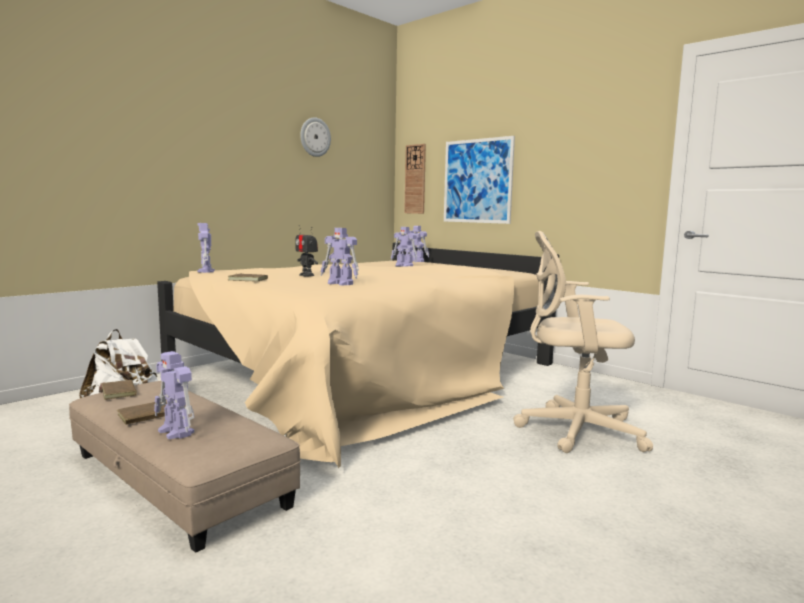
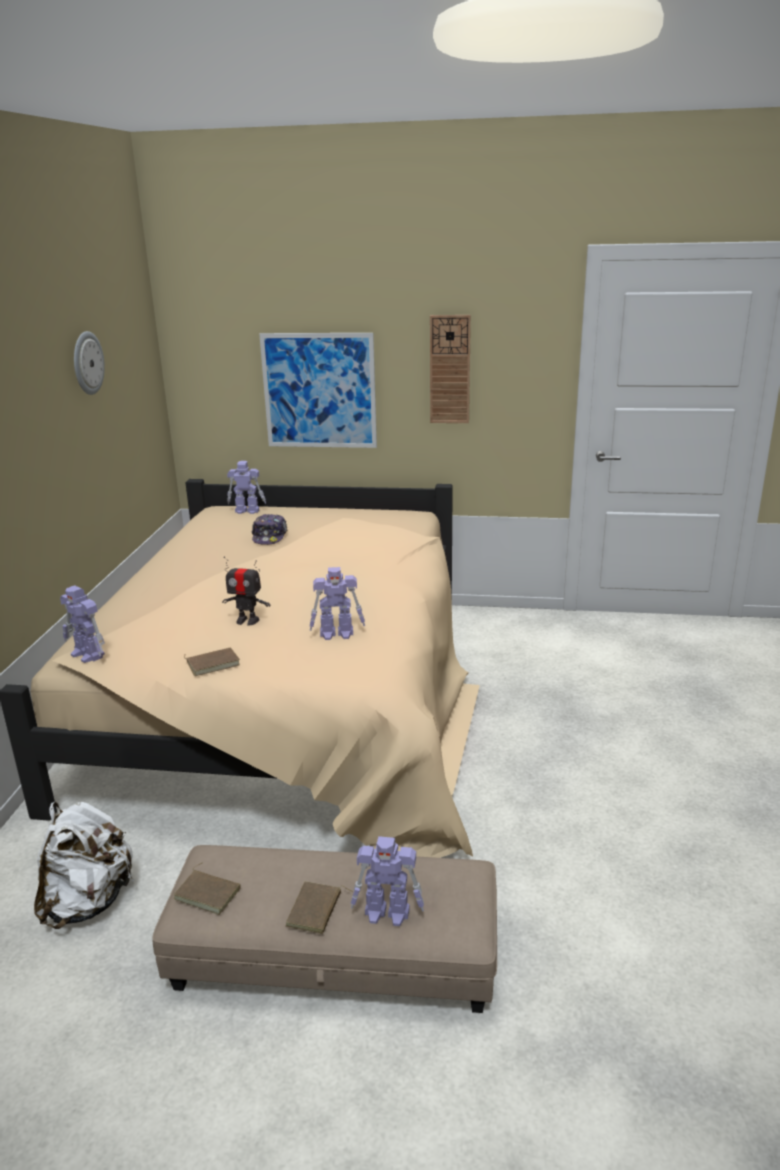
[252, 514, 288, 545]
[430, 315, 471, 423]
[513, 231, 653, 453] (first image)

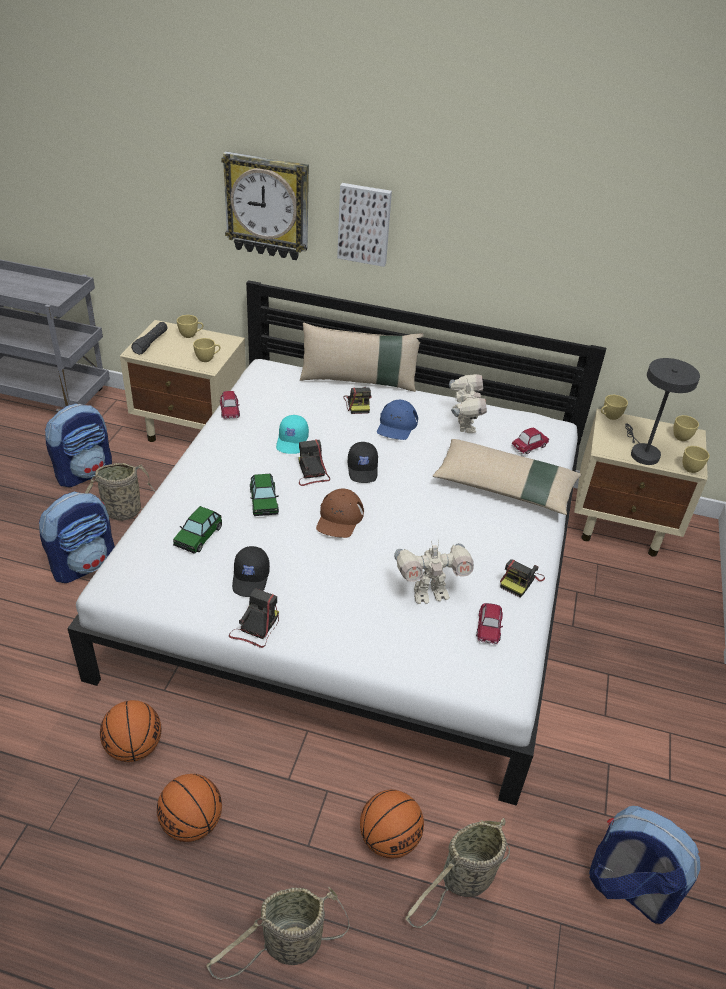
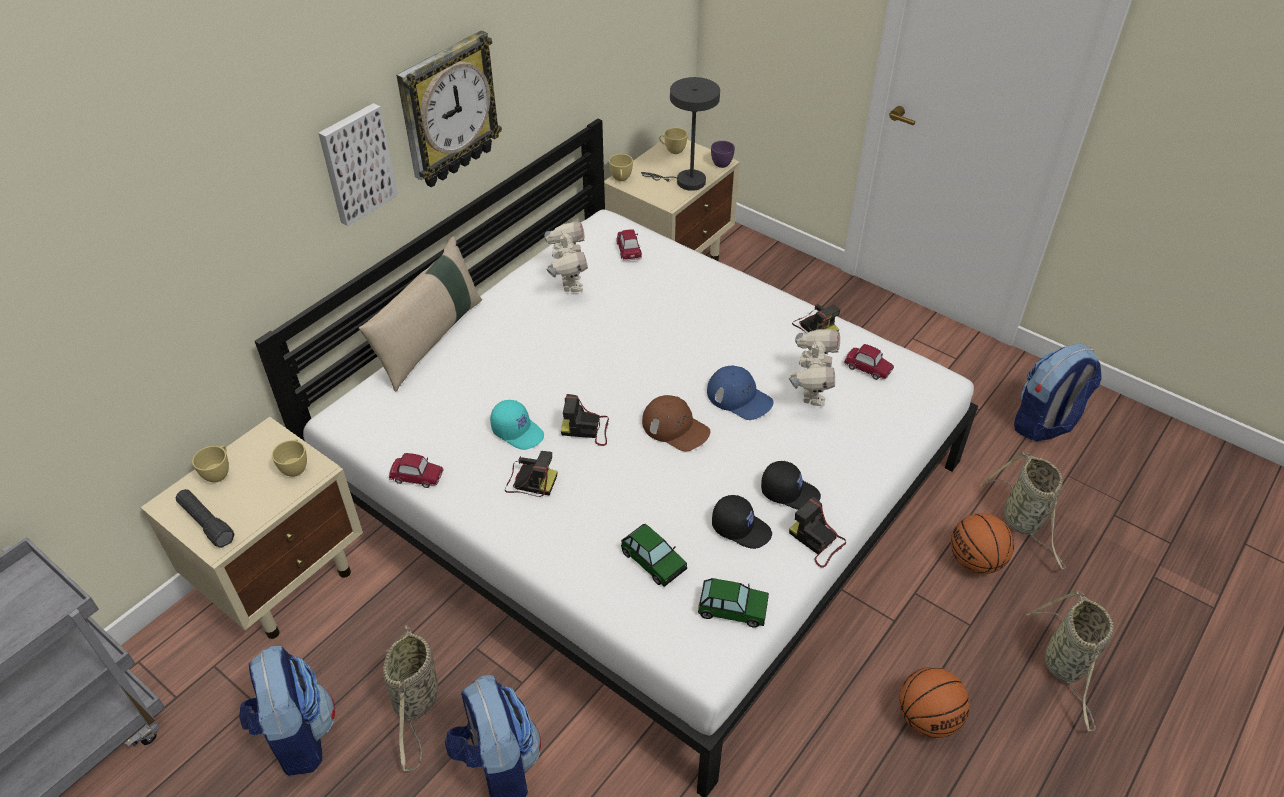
[100, 700, 161, 762] (first image)
[396, 30, 502, 187]
[698, 578, 769, 628]
[505, 451, 557, 497]
[761, 461, 821, 510]
[707, 365, 774, 420]
[433, 439, 581, 515] (first image)
[544, 222, 588, 292]
[711, 141, 735, 168]

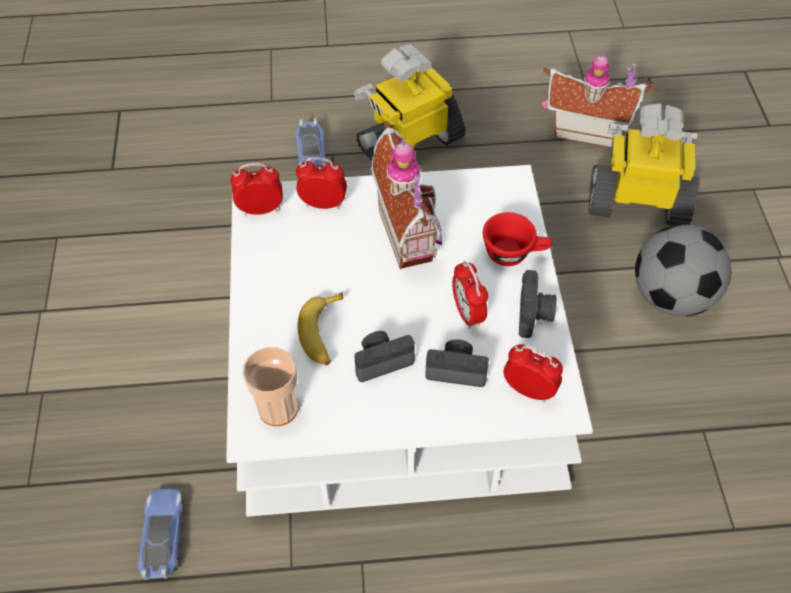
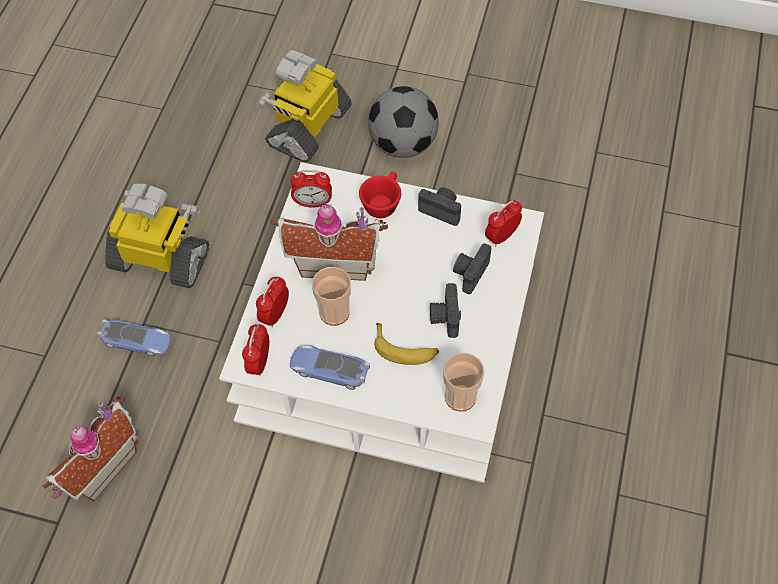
[290, 345, 370, 390]
[105, 184, 209, 288]
[290, 170, 332, 208]
[42, 395, 138, 502]
[312, 267, 351, 326]

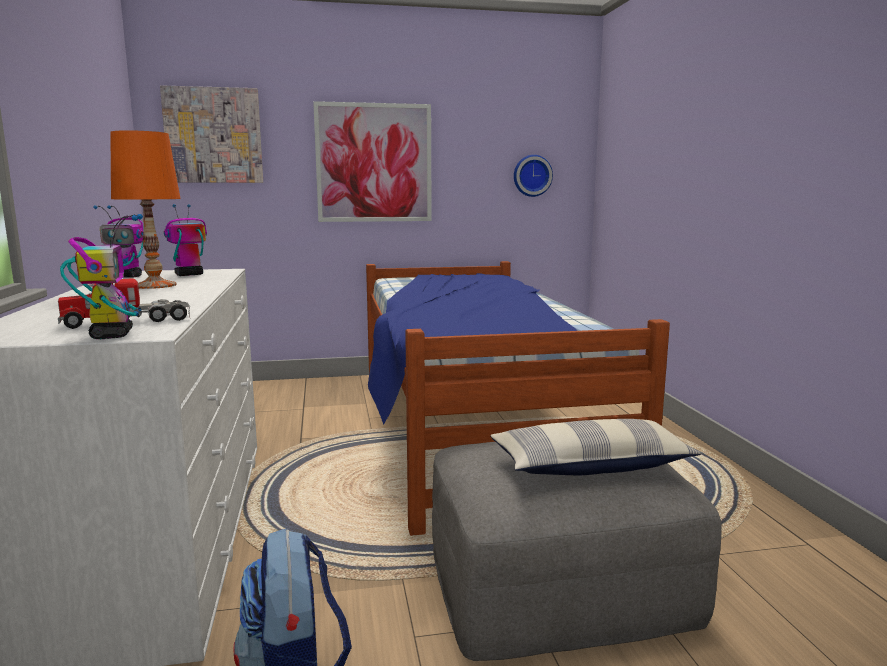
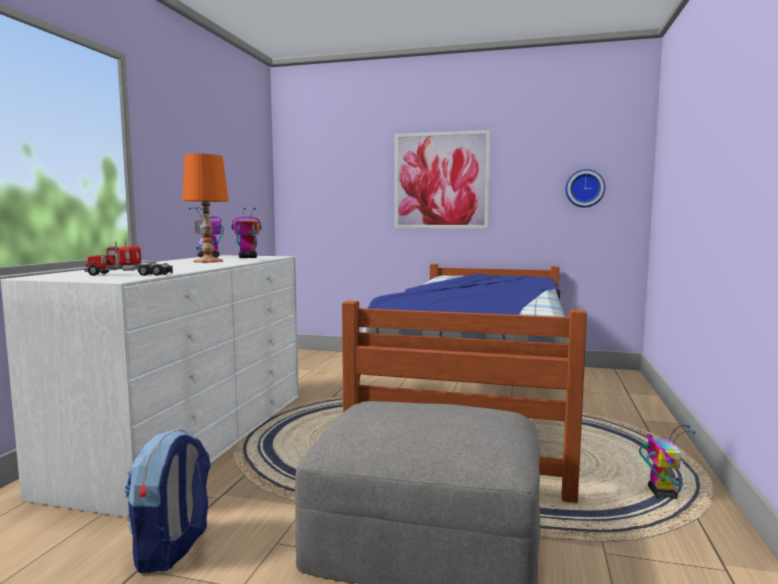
[639, 425, 695, 499]
[160, 85, 263, 183] (first image)
[490, 419, 701, 475] (first image)

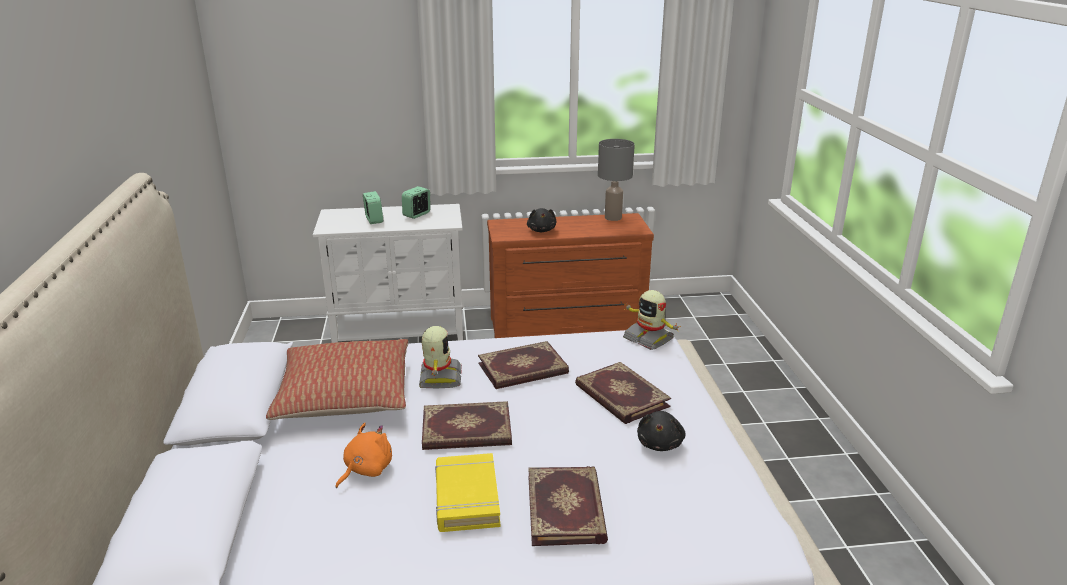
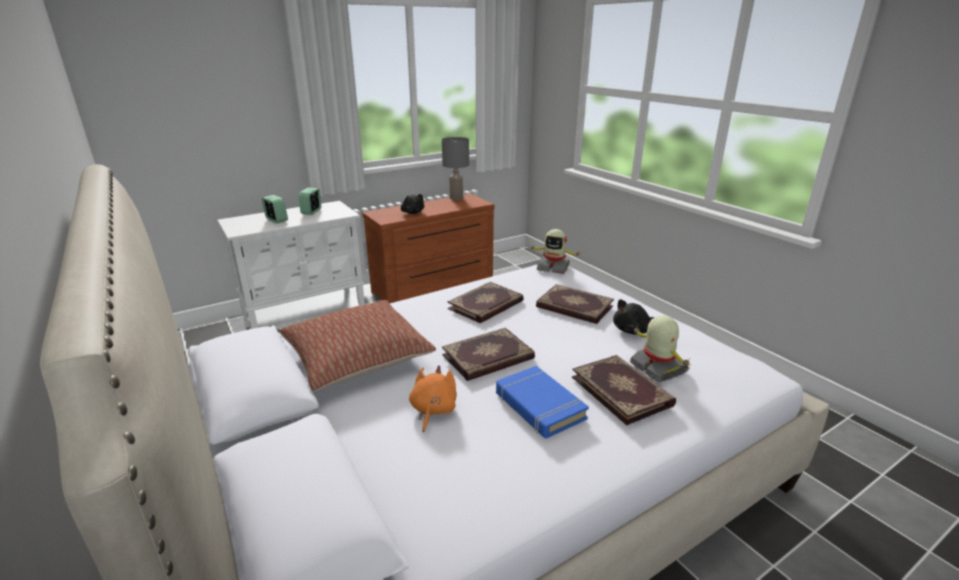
[630, 316, 690, 382]
[496, 366, 589, 439]
[613, 299, 654, 335]

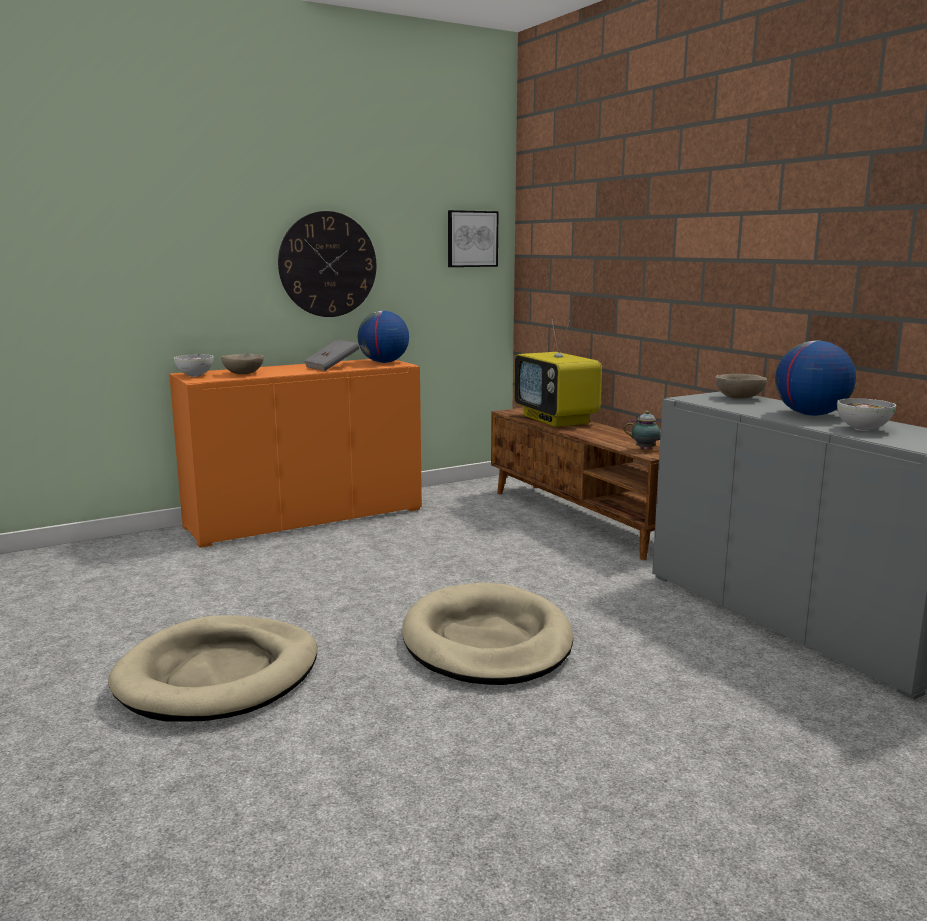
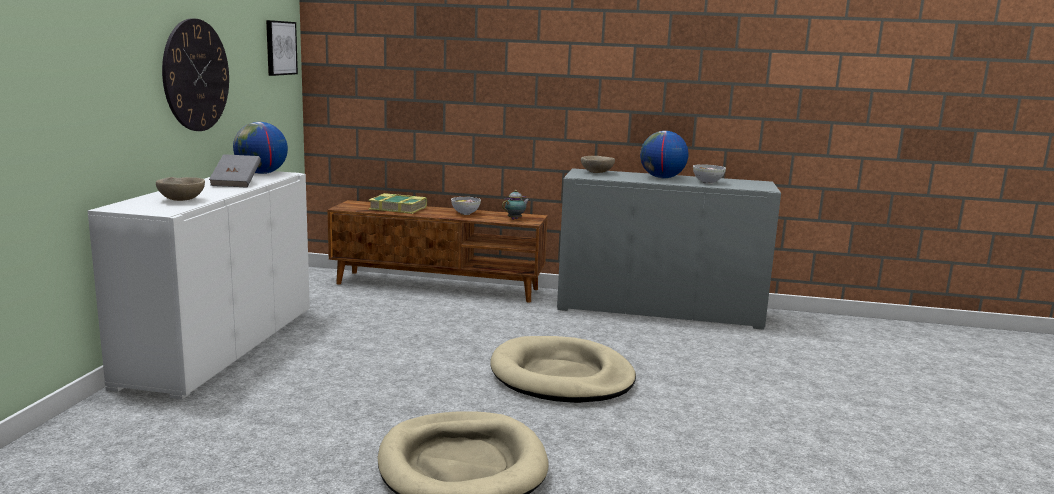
[88, 171, 310, 400]
[451, 197, 481, 215]
[369, 193, 427, 214]

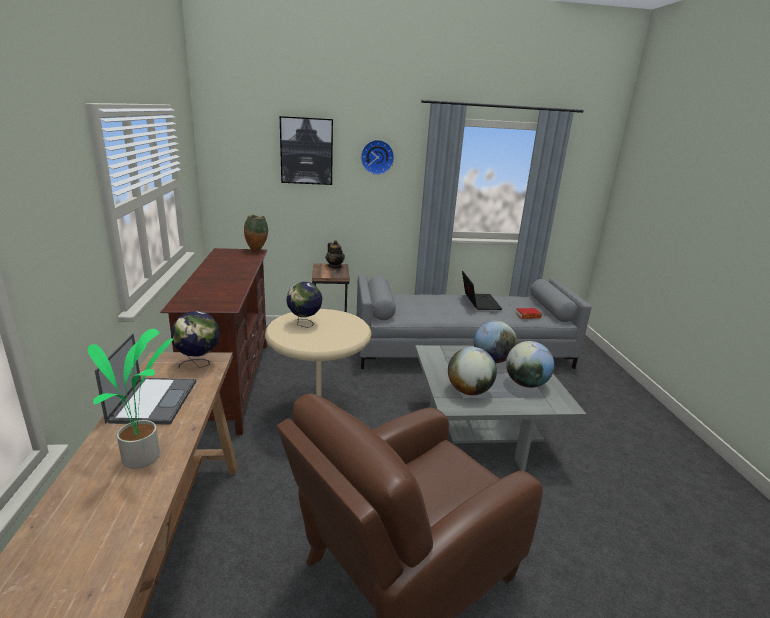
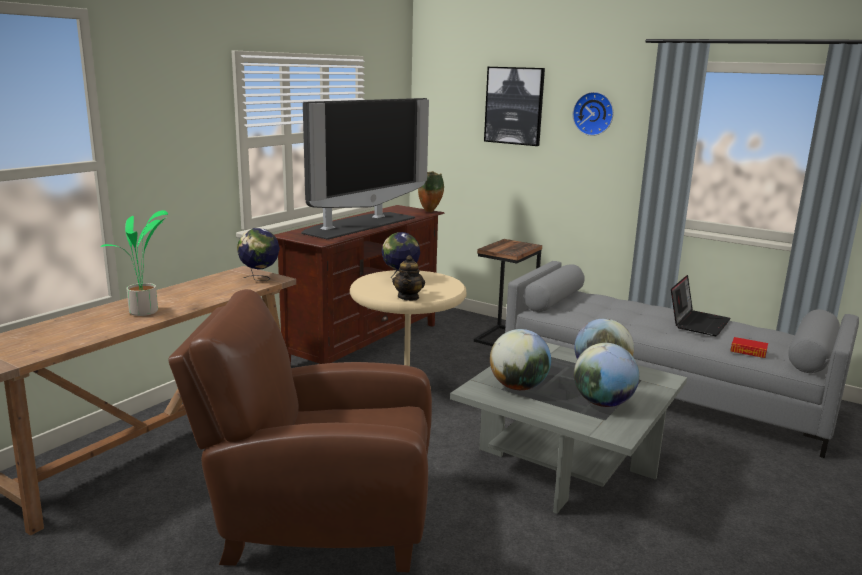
[95, 333, 196, 425] (first image)
[392, 255, 425, 301]
[301, 98, 429, 240]

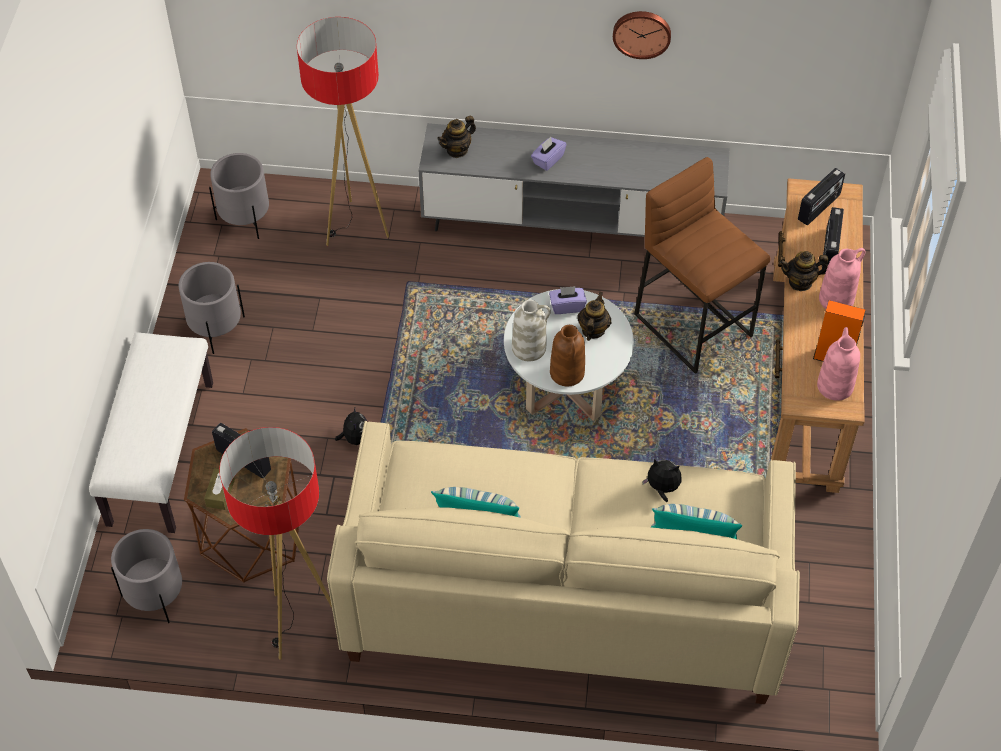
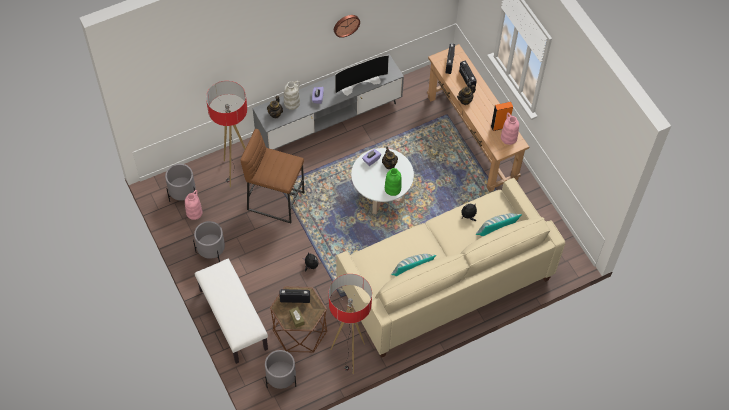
[284, 81, 300, 110]
[385, 168, 402, 196]
[241, 129, 304, 223]
[185, 190, 203, 220]
[335, 55, 389, 96]

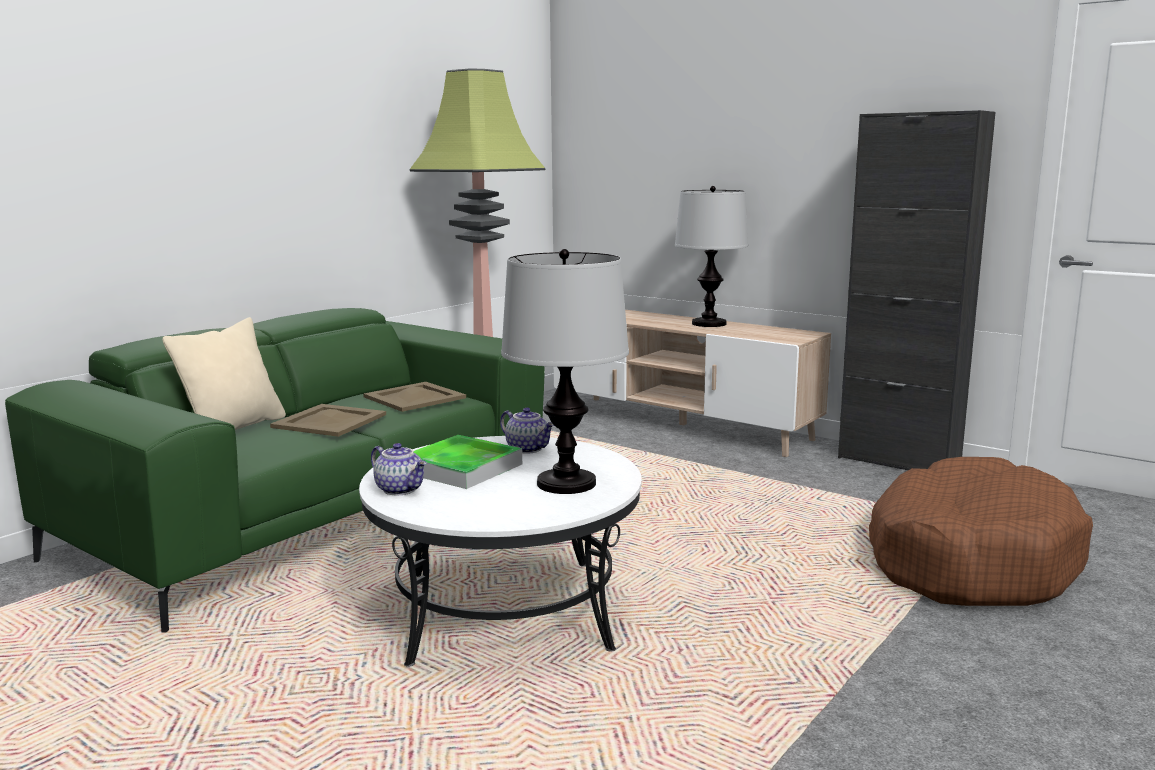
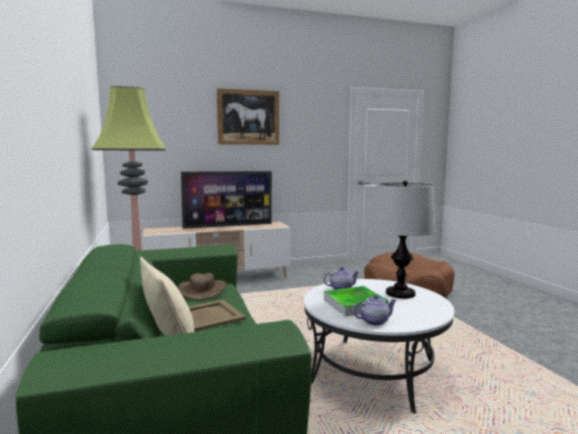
[178, 273, 227, 300]
[181, 171, 272, 229]
[838, 110, 996, 470] (first image)
[217, 88, 279, 145]

